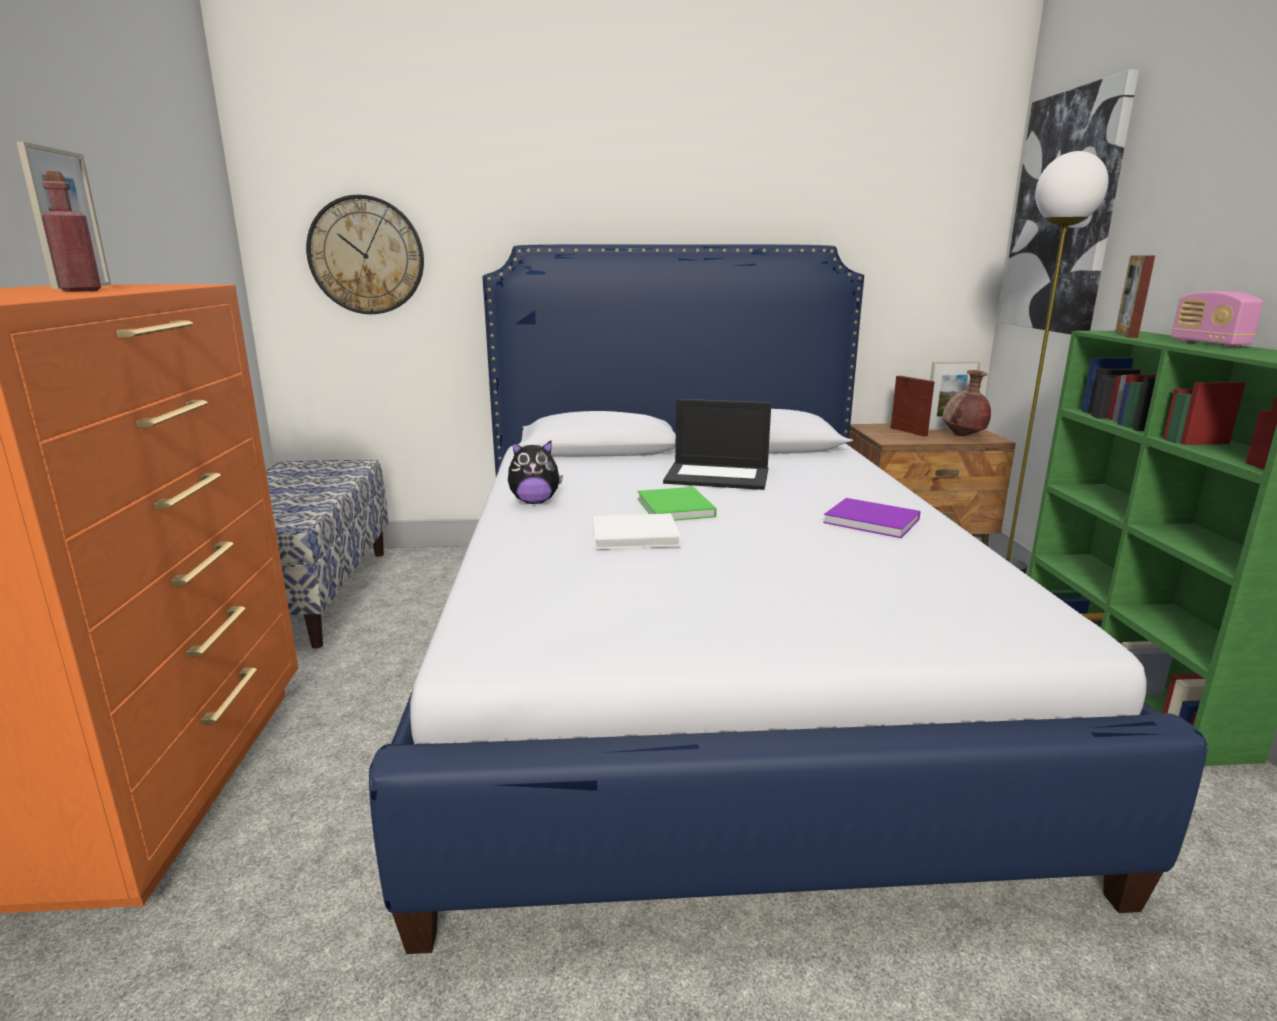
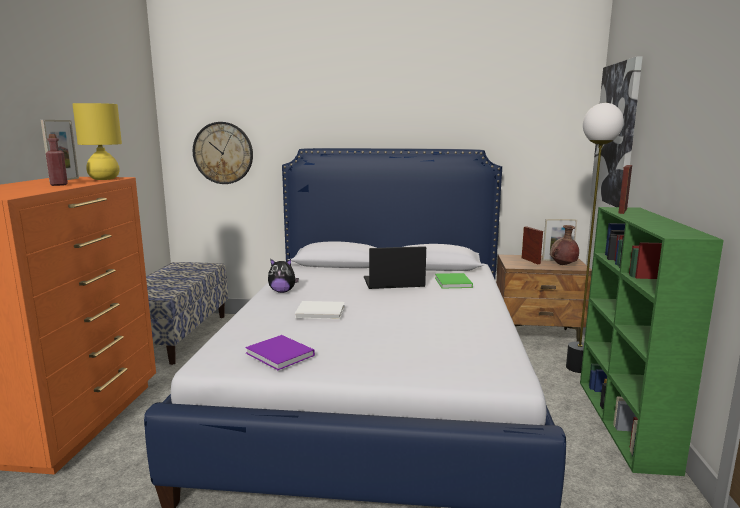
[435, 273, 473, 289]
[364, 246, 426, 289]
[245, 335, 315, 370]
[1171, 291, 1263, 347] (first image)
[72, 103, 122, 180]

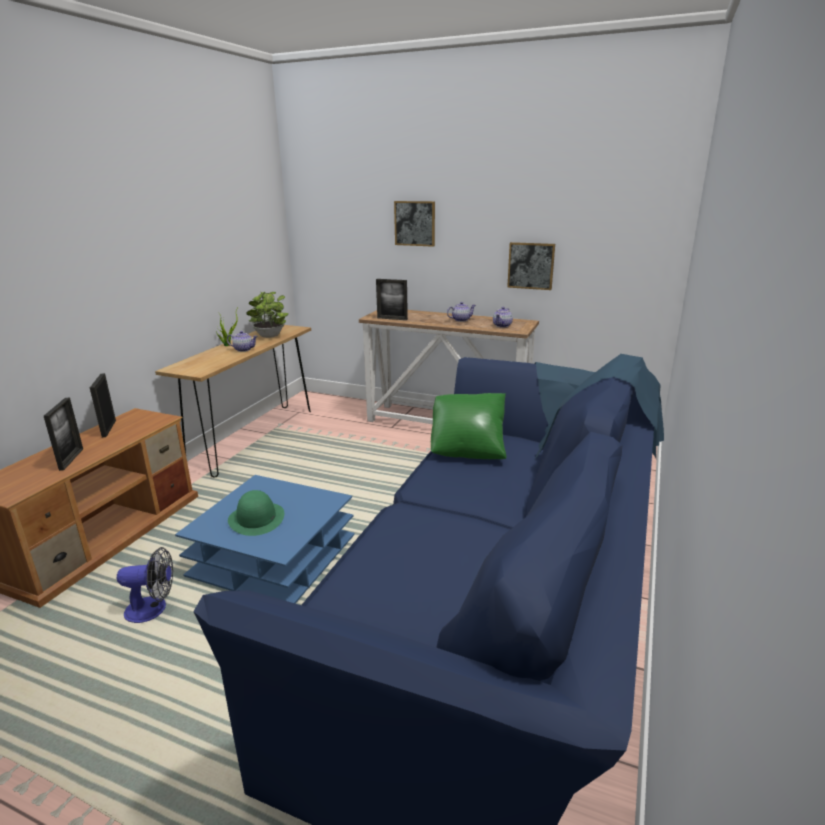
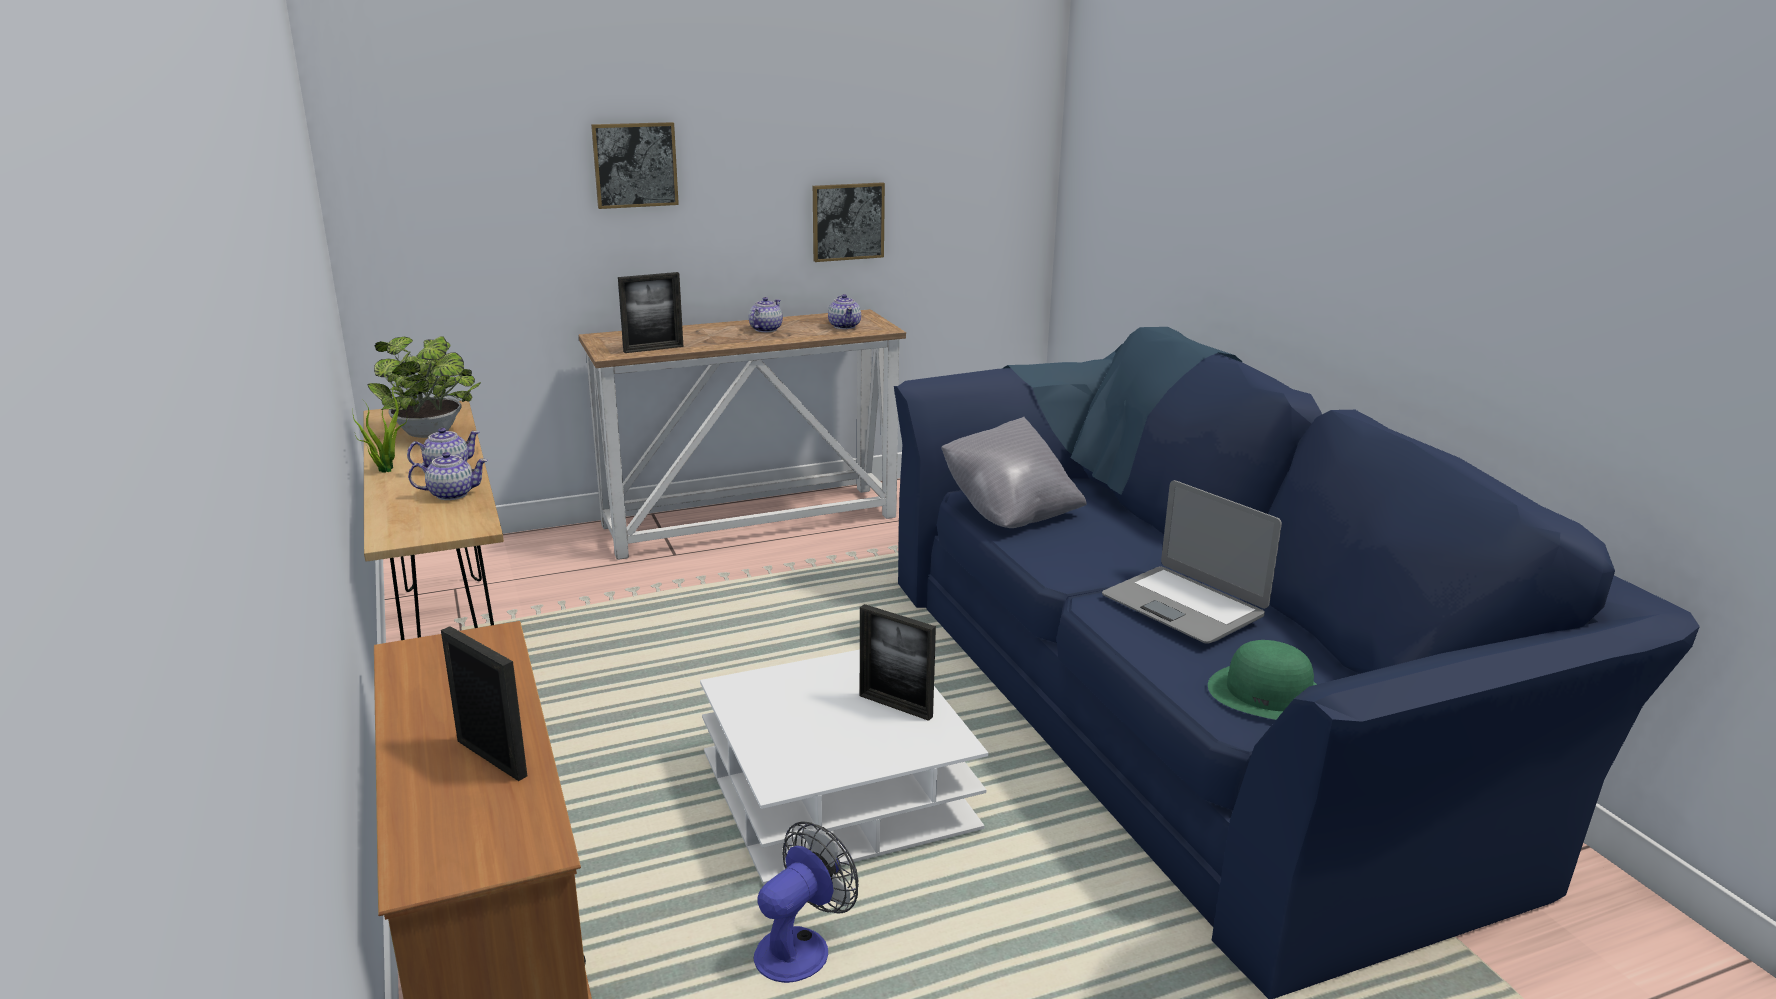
[860, 604, 936, 721]
[700, 650, 988, 885]
[1208, 640, 1317, 720]
[941, 417, 1087, 528]
[408, 452, 488, 500]
[1102, 480, 1282, 644]

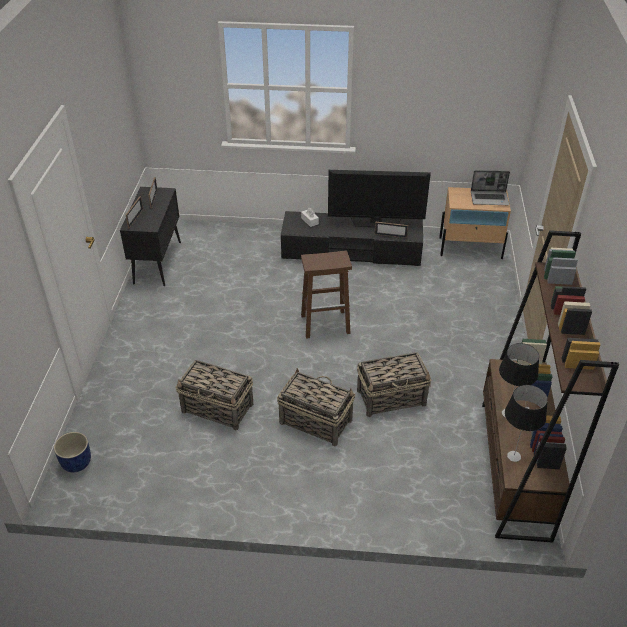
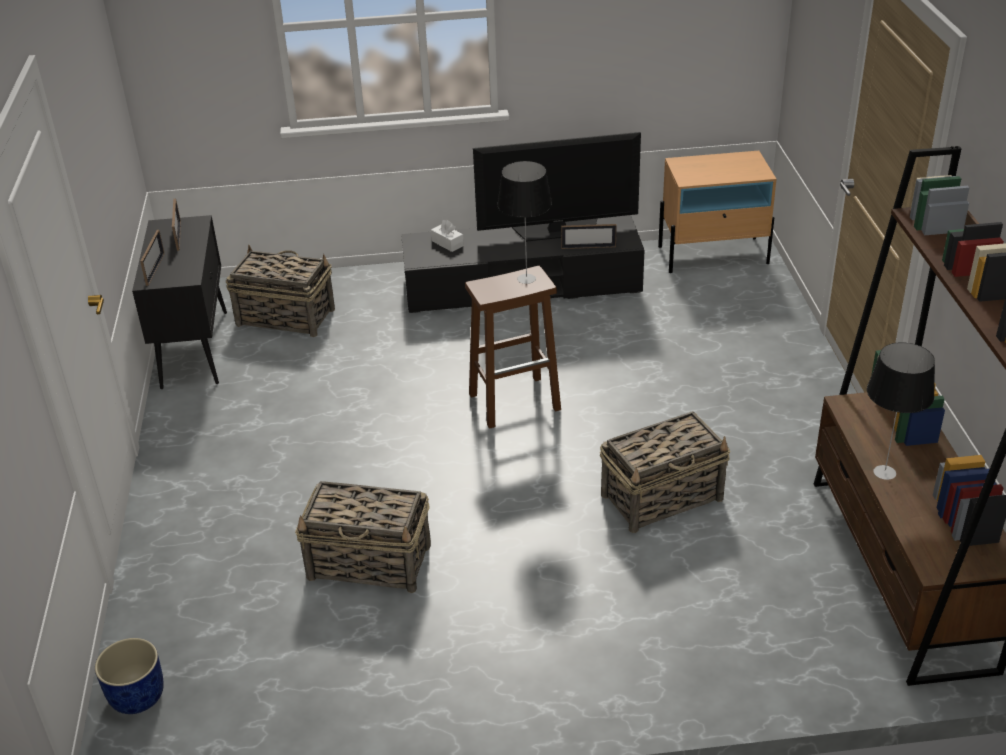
[226, 245, 335, 337]
[471, 170, 510, 205] (first image)
[497, 161, 552, 284]

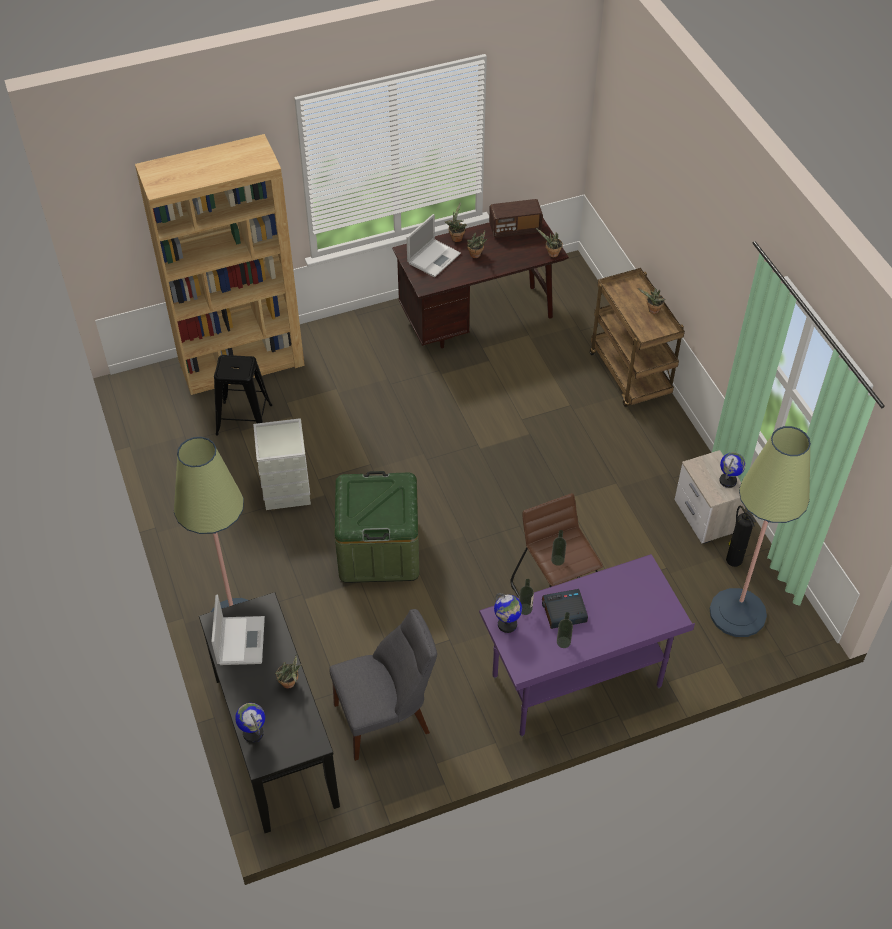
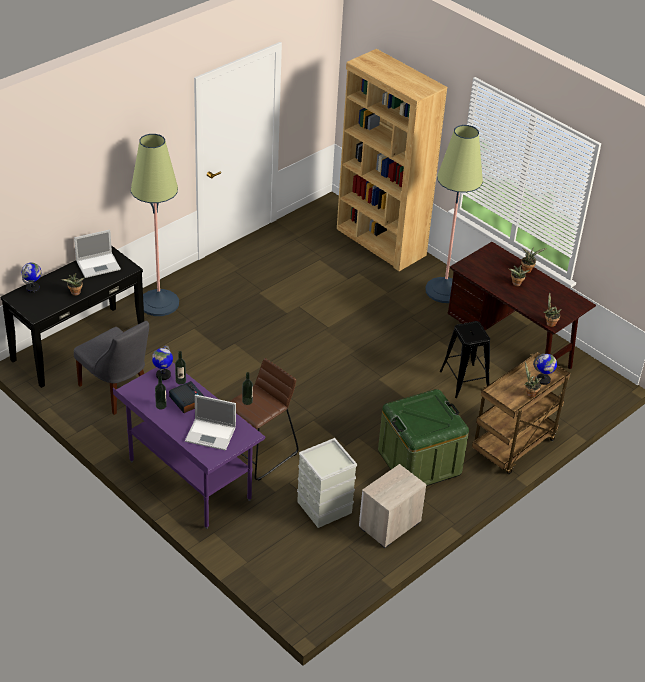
[440, 321, 490, 398]
[297, 438, 357, 528]
[378, 389, 469, 486]
[185, 395, 236, 451]
[489, 199, 543, 238] (first image)
[425, 125, 483, 303]
[533, 354, 557, 385]
[726, 506, 756, 567] (first image)

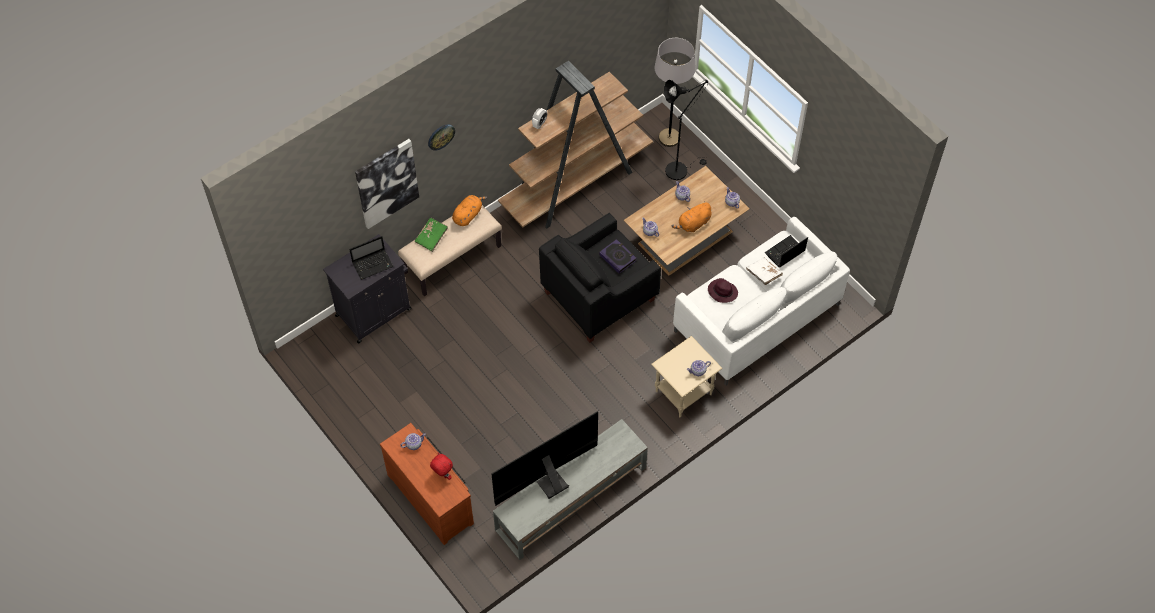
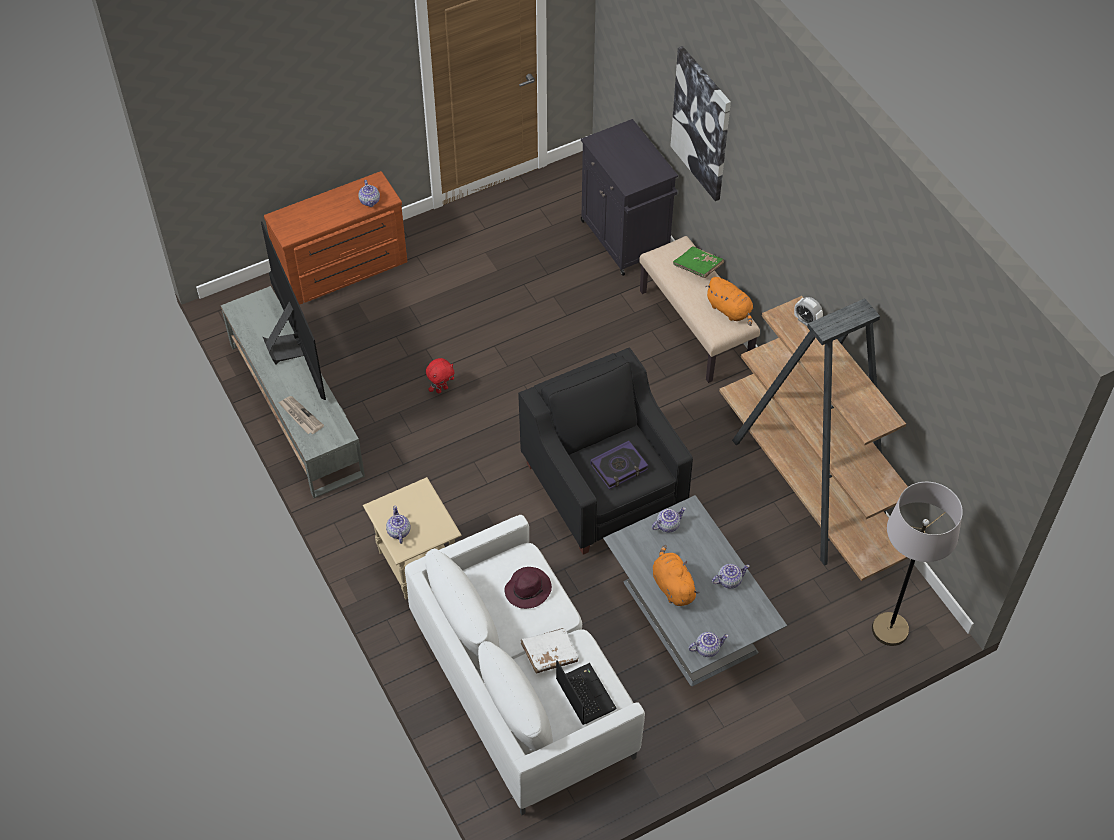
[349, 236, 394, 280] (first image)
[428, 124, 455, 151] (first image)
[426, 358, 454, 394]
[603, 495, 787, 686]
[664, 80, 708, 180] (first image)
[278, 396, 324, 434]

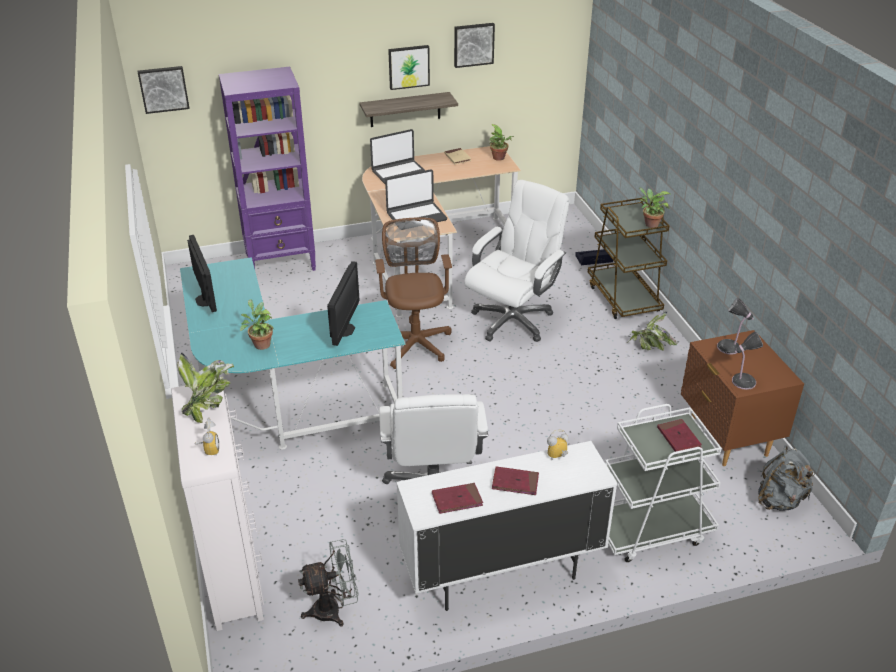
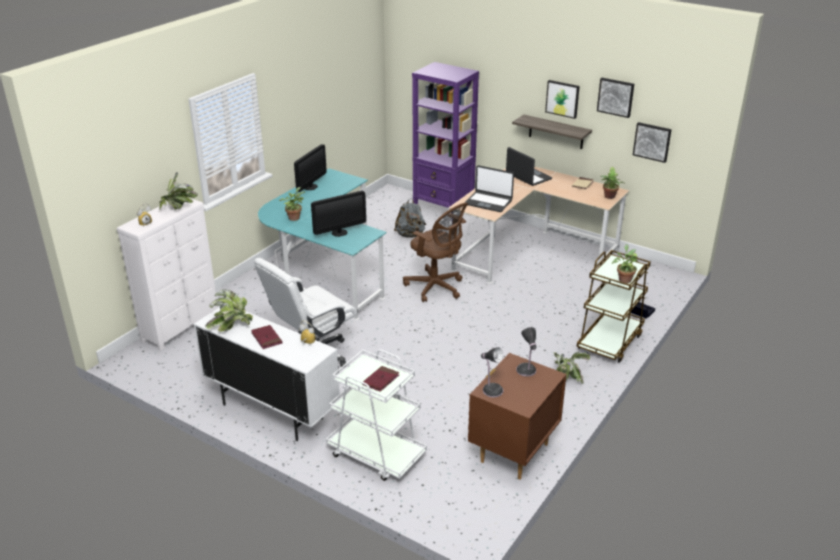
[633, 122, 672, 163]
[298, 539, 358, 627] (first image)
[506, 147, 552, 186]
[403, 202, 468, 302]
[205, 289, 253, 332]
[464, 180, 569, 342] (first image)
[394, 198, 426, 238]

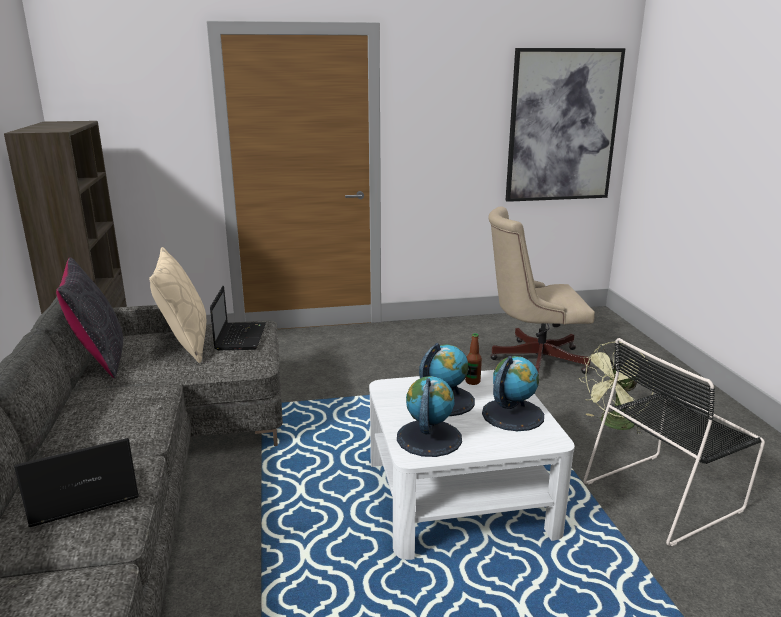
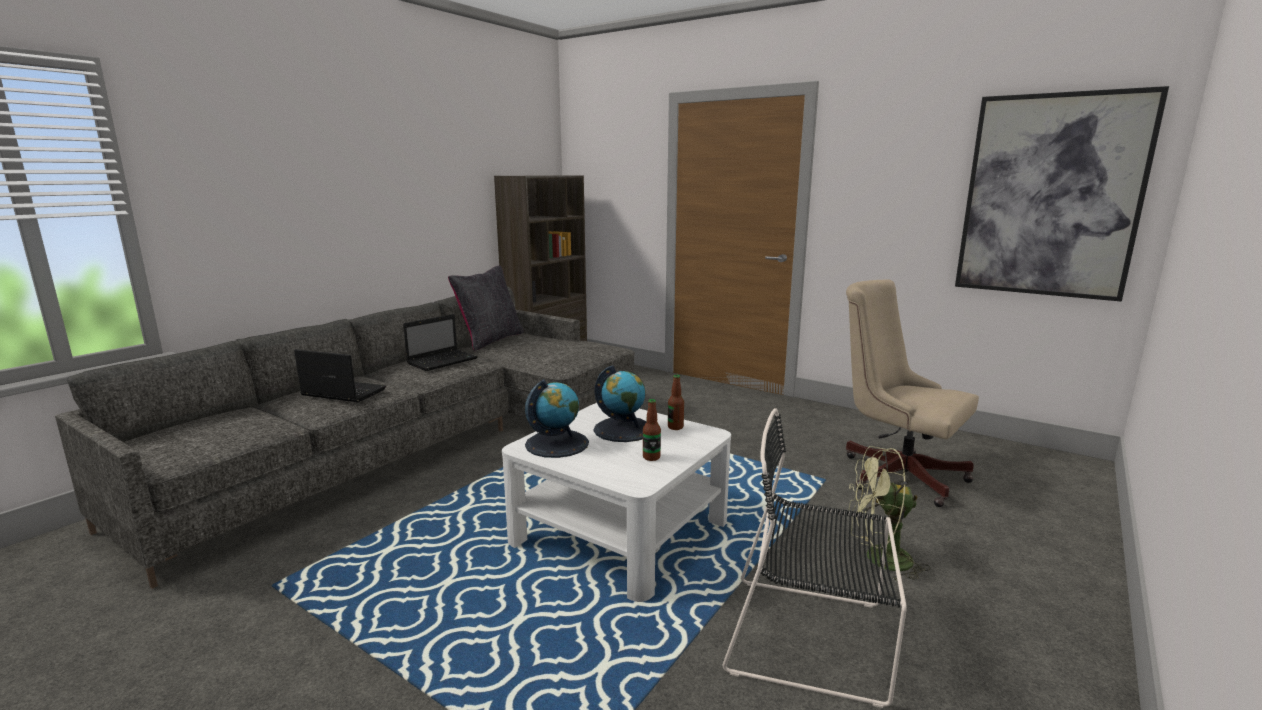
[149, 247, 206, 363] (first image)
[403, 314, 478, 371]
[643, 399, 661, 461]

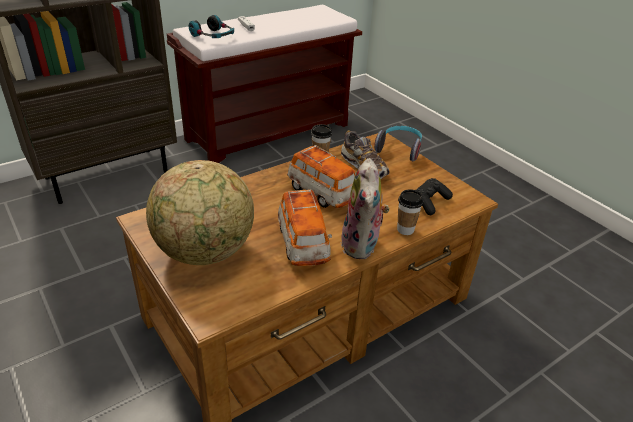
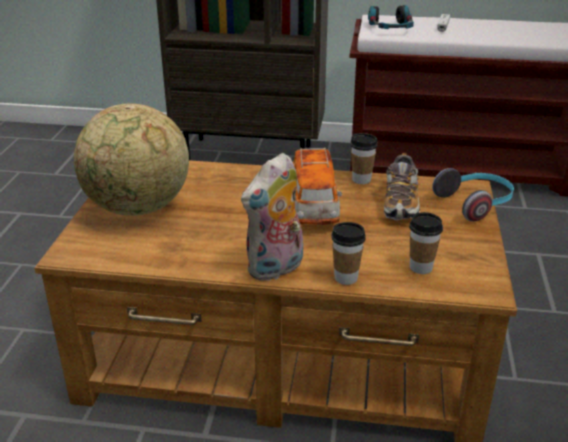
[278, 189, 332, 266] (first image)
[409, 212, 443, 274]

